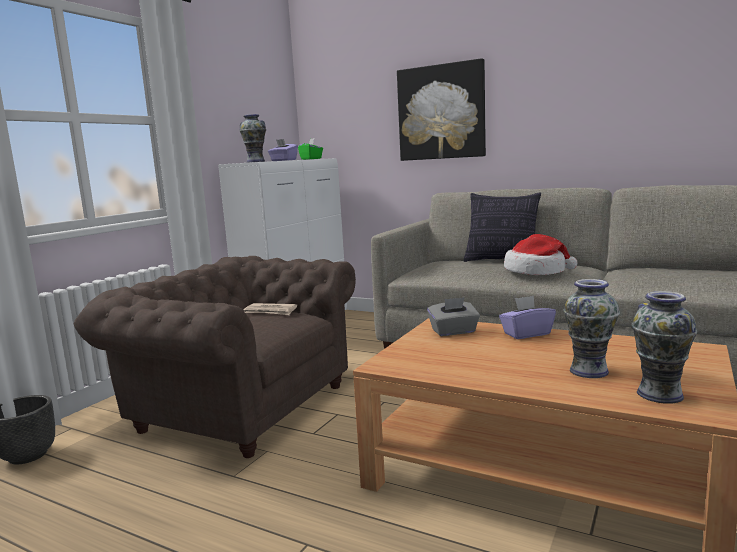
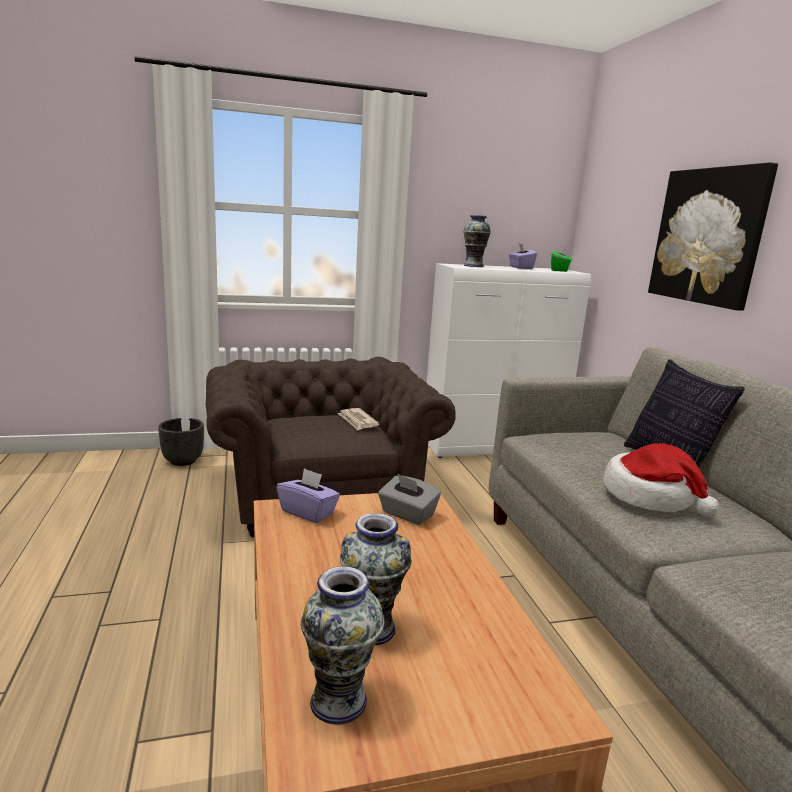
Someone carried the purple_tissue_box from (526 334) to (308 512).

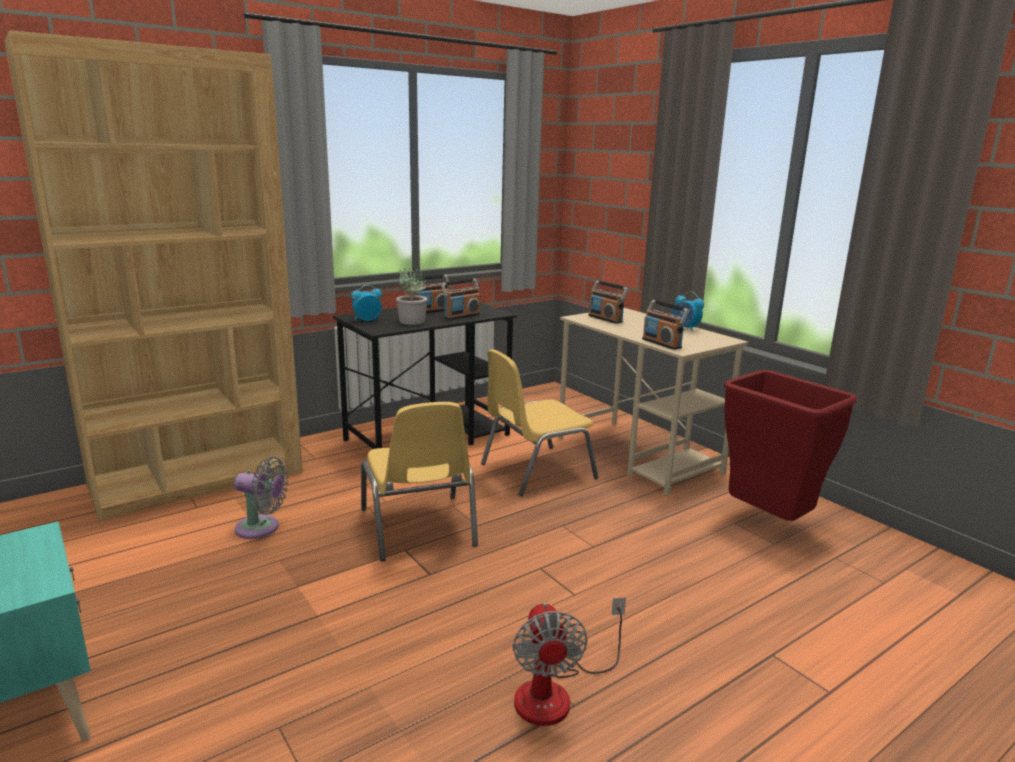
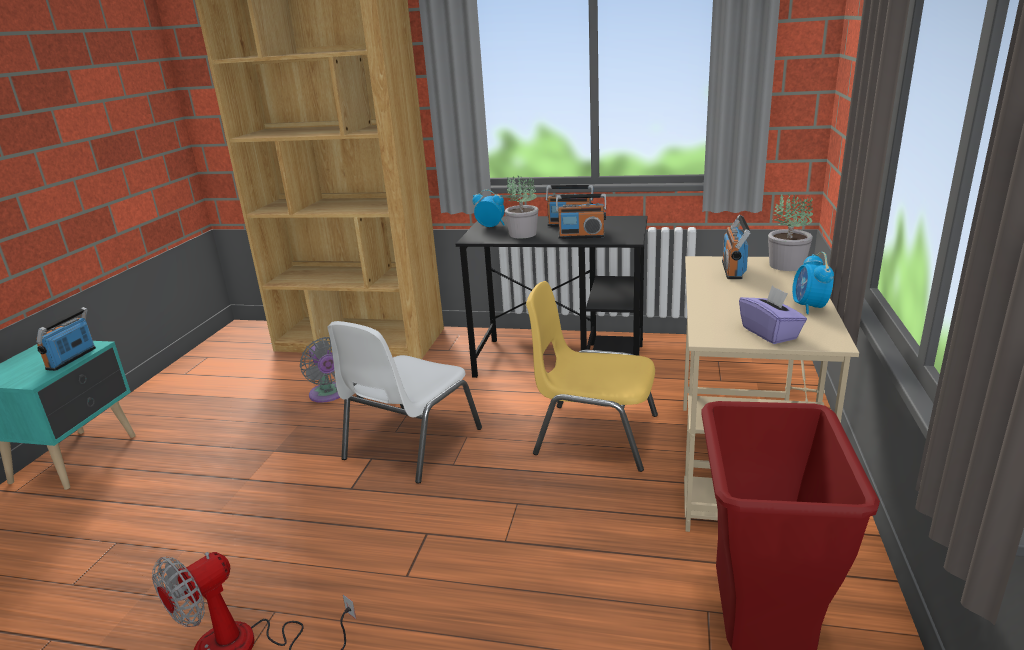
Someone put down the purple_tissue_box at (770 333). Someone put down the plant_in_a_pot at (787 265). Someone carried the radio_receiver from (662 343) to (72 359). Someone repainted the yellow-coloured_chair at (418 528), which became the white-coloured_chair at (410 444).

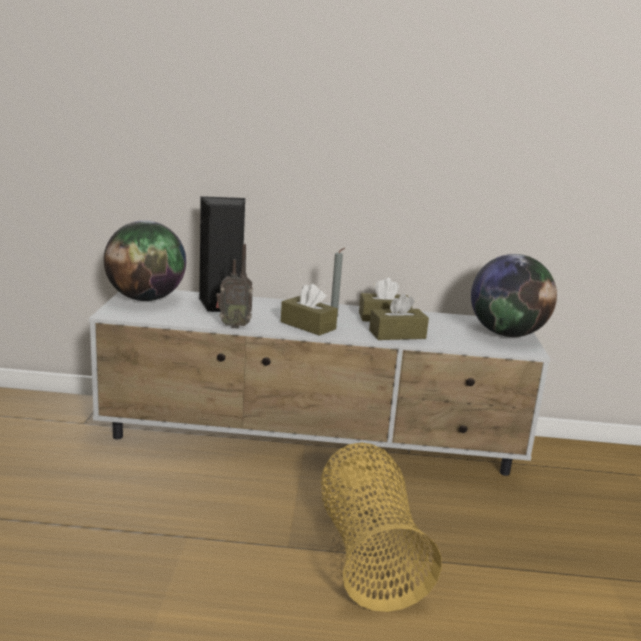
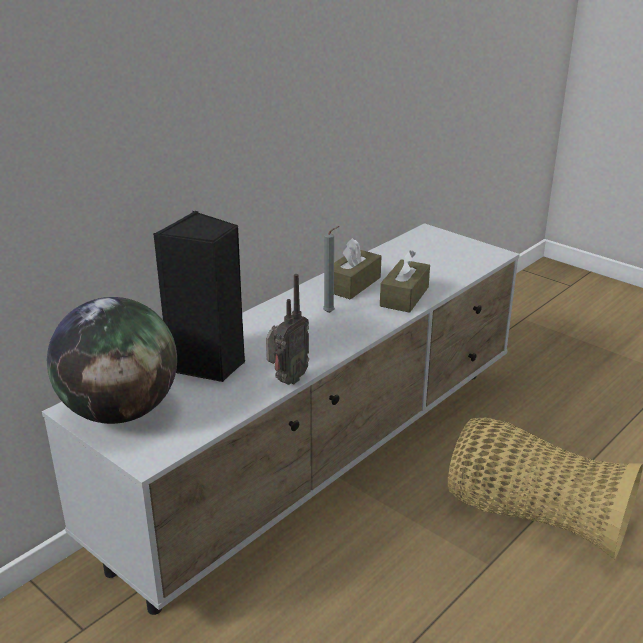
Someone took away the brown-coloured_tissue_box at (308 325). Someone took away the world_globe at (506 334).

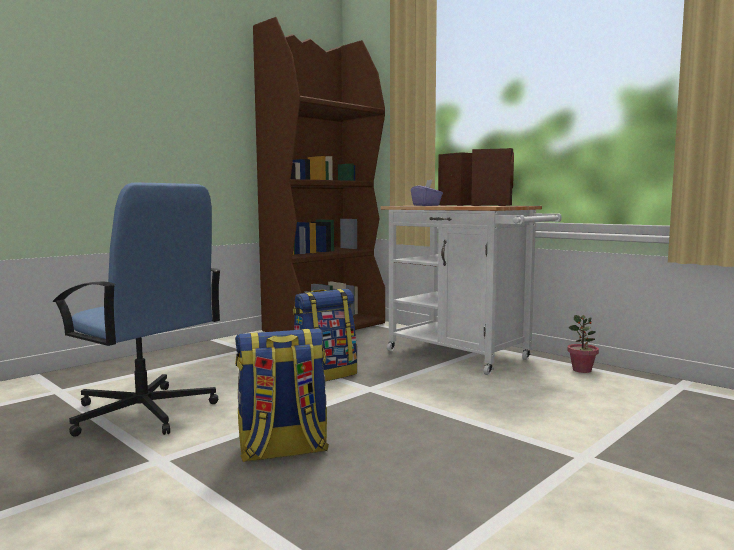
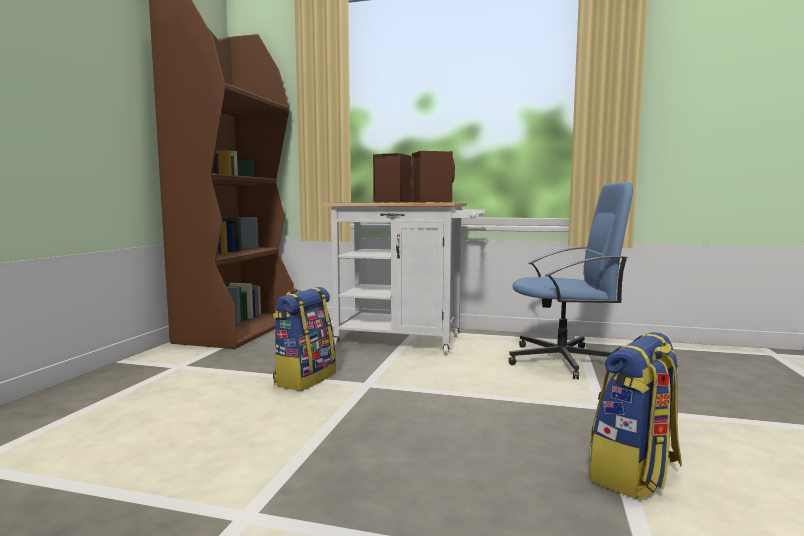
Someone took away the purple_tissue_box at (426 205). Someone took away the plant_in_a_pot at (582 370). Someone carried the blue_office_chair from (143 413) to (564 360). Someone carried the knapsack from (282 451) to (635 474).

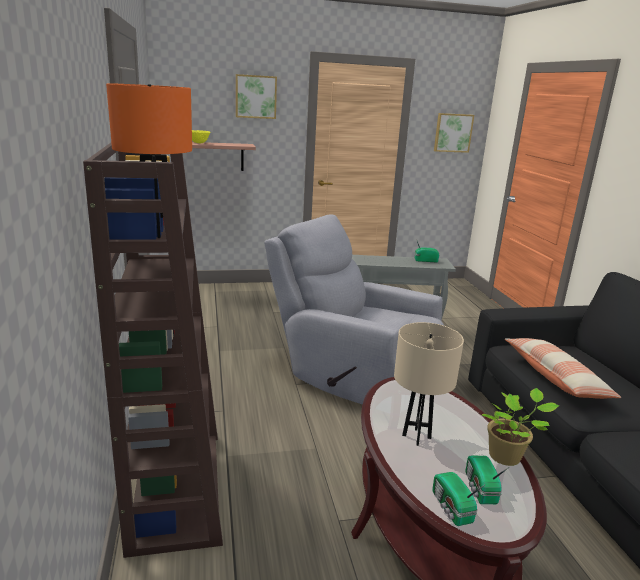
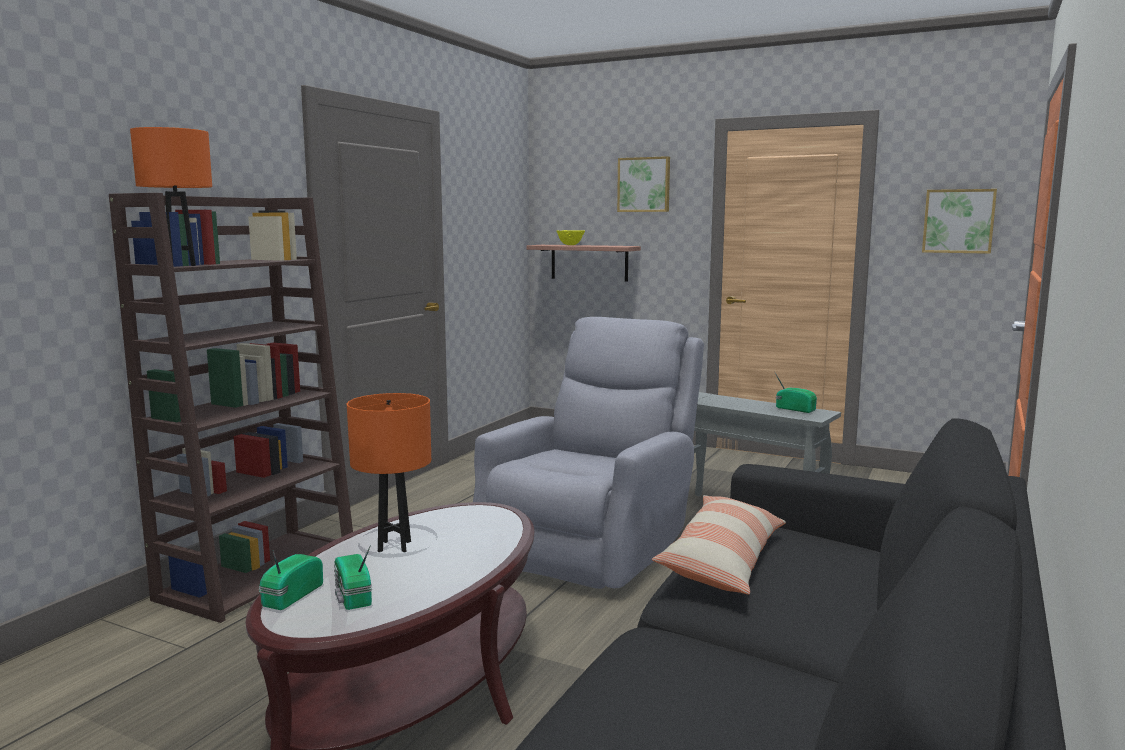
Someone took away the plant_in_a_pot at (507 457). Someone repainted the beige-coloured_lamp_for_a_table at (416 436), which became the orange_lamp_for_a_table at (394 546). Someone rotated the gray_armchair at (353 375) by 45 degrees clockwise. Someone rotated the radio_receiver at (480 489) by 60 degrees counterclockwise.

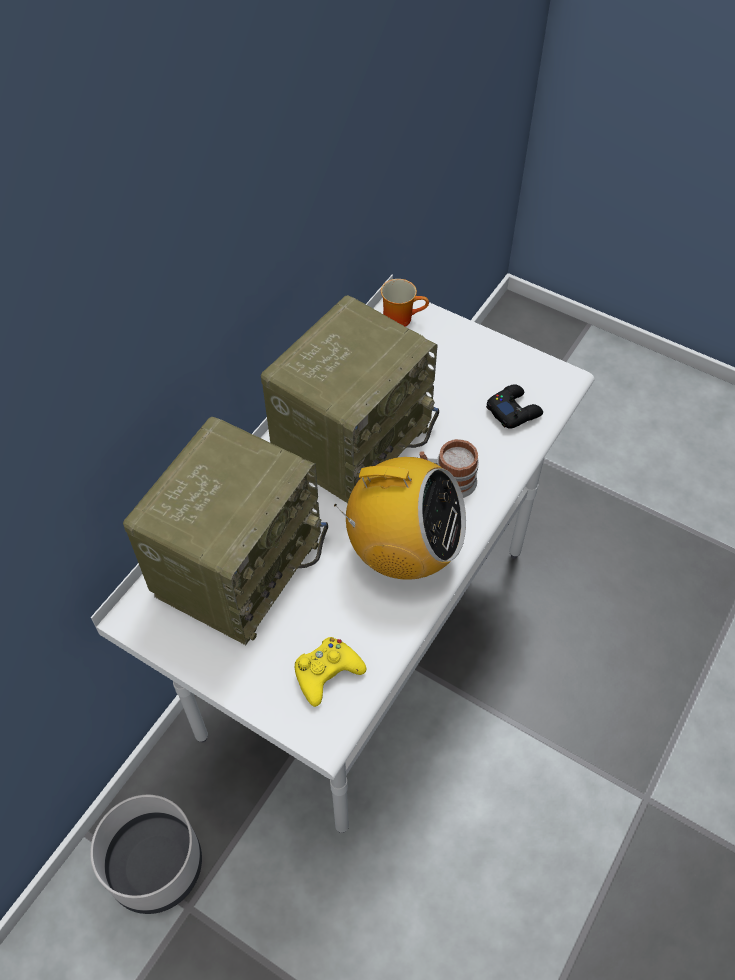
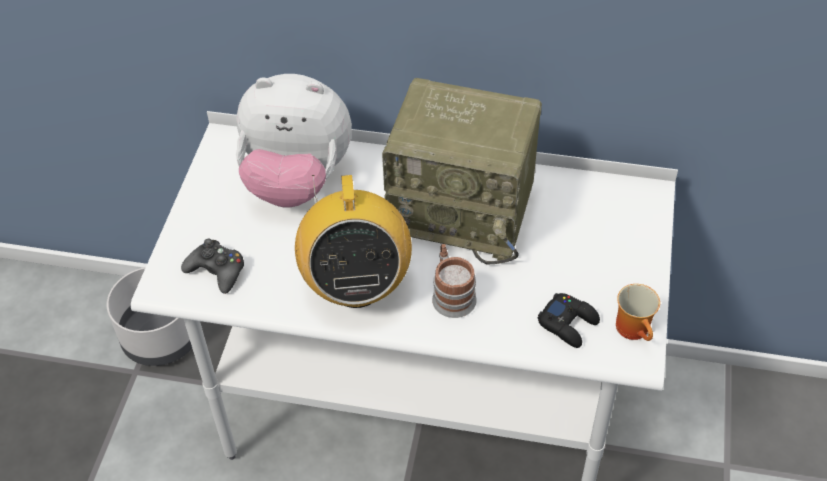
Someone carried the tea_mug from (401 317) to (636 329). Someone swapped the radio_receiver at (237 564) for the cuddly_toy at (296 181). Someone repainted the yellow-coloured_game_controller at (327 673), which became the blackish_game_controller at (217 270).

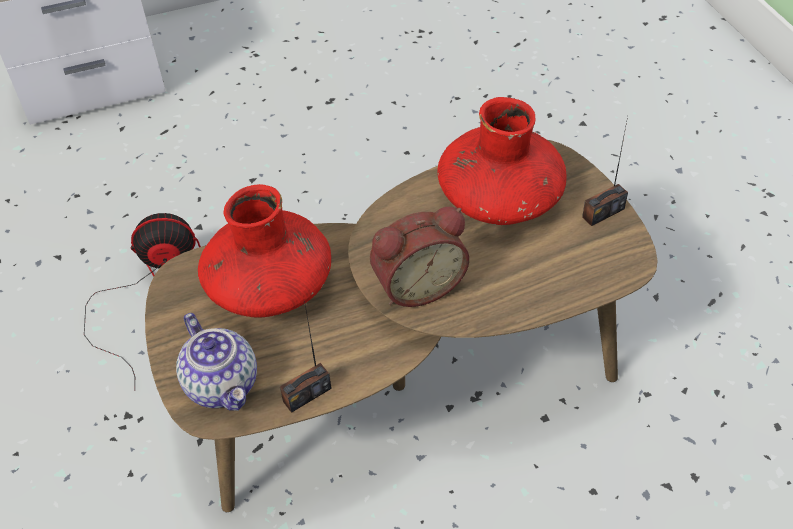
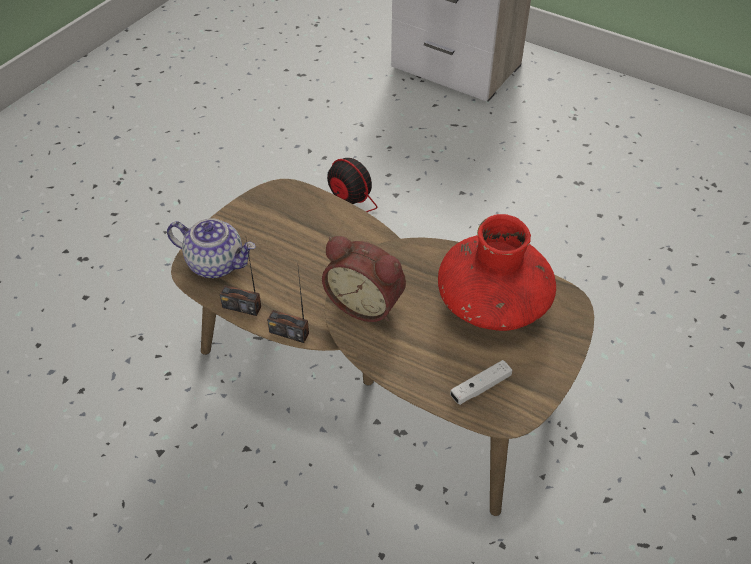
Someone took away the reddish_vase at (270 286). Someone put down the white-coloured_game_controller at (480 387). Someone carried the radio_receiver from (603 213) to (289 332). Someone rotated the tea_pot at (223 385) by 90 degrees counterclockwise.

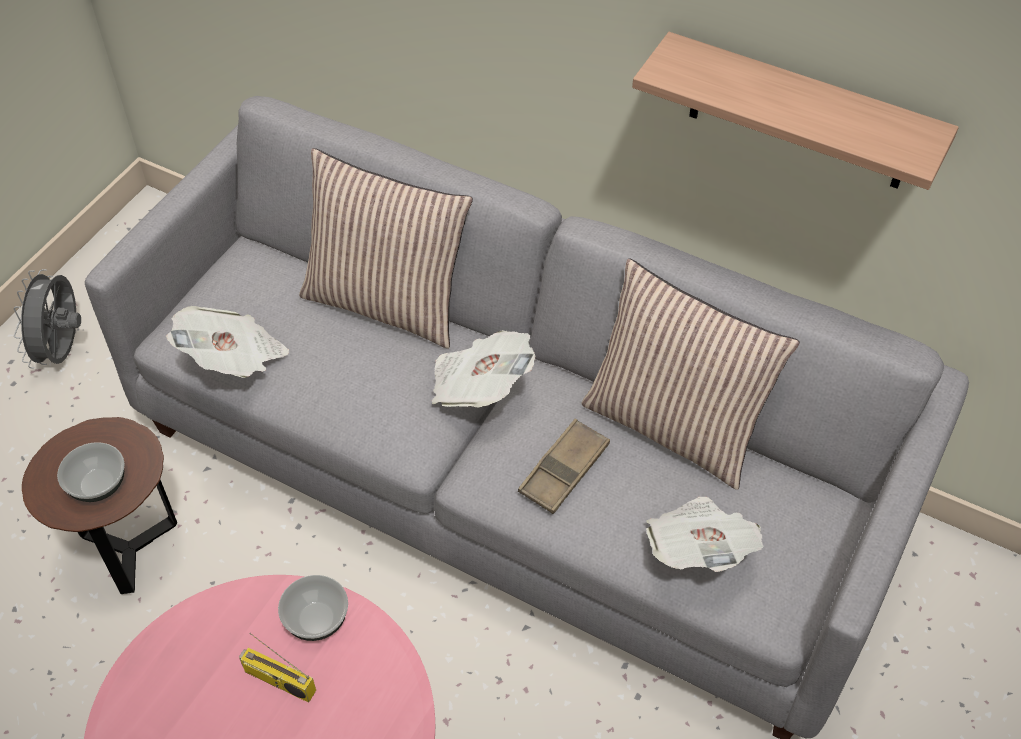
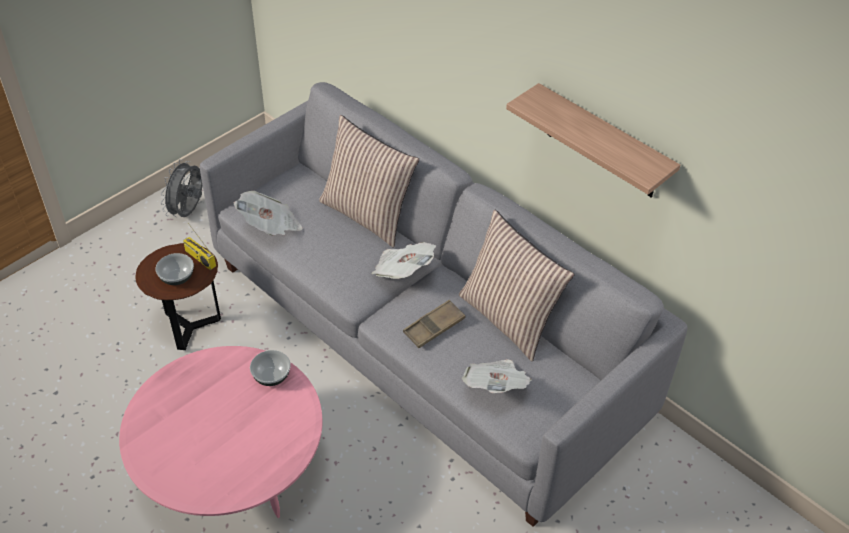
Someone carried the radio_receiver from (278 681) to (199 258).

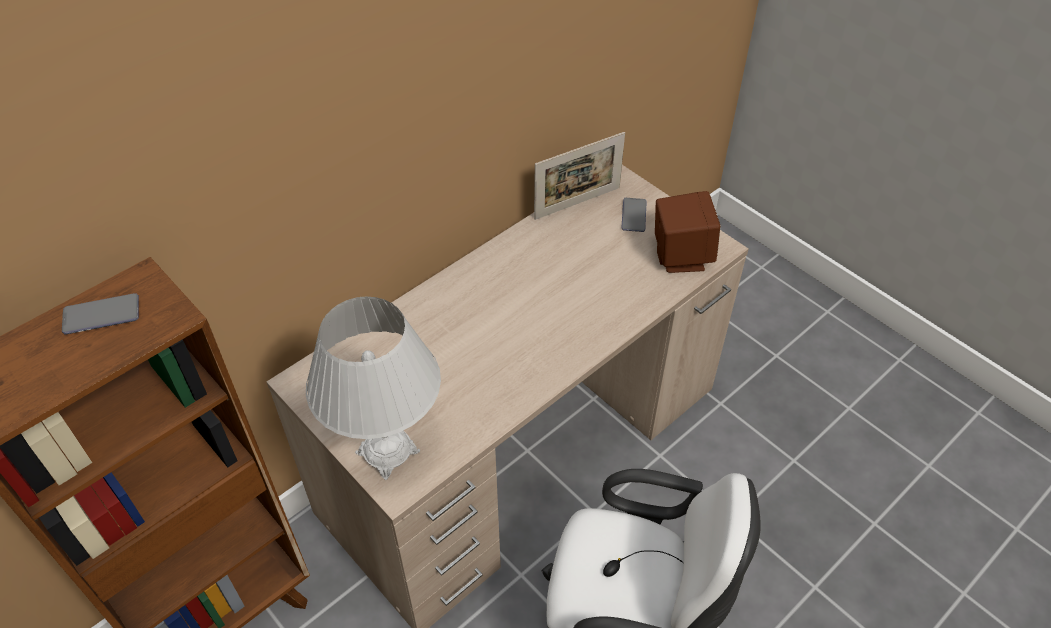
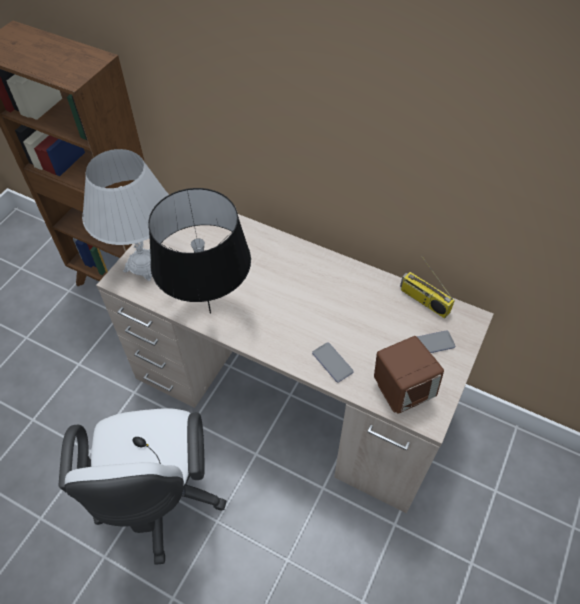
Someone put down the blackish_lamp_for_a_table at (210 313). Someone carried the handset from (101 315) to (332 362). Someone swapped the standing_frame at (577 203) for the radio_receiver at (423 300).

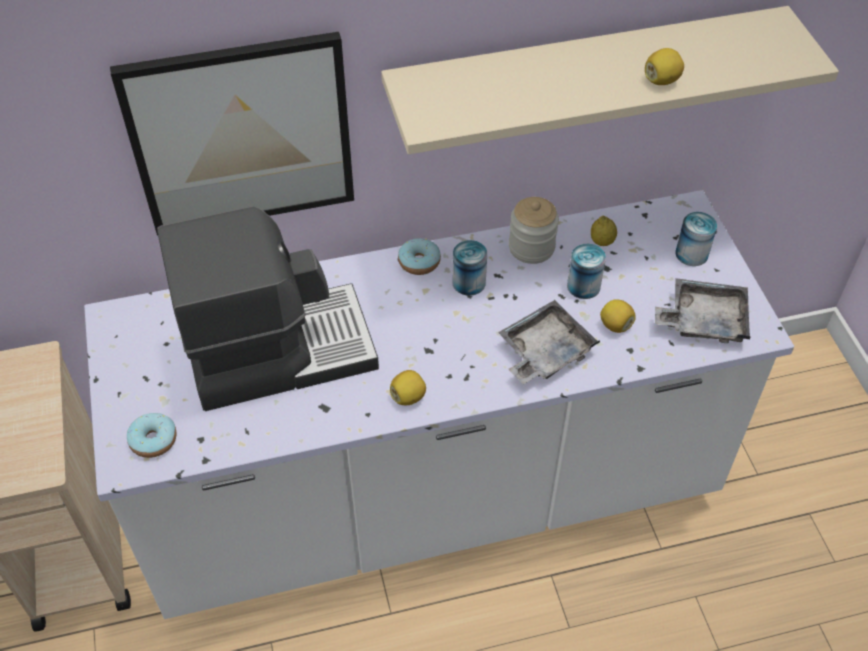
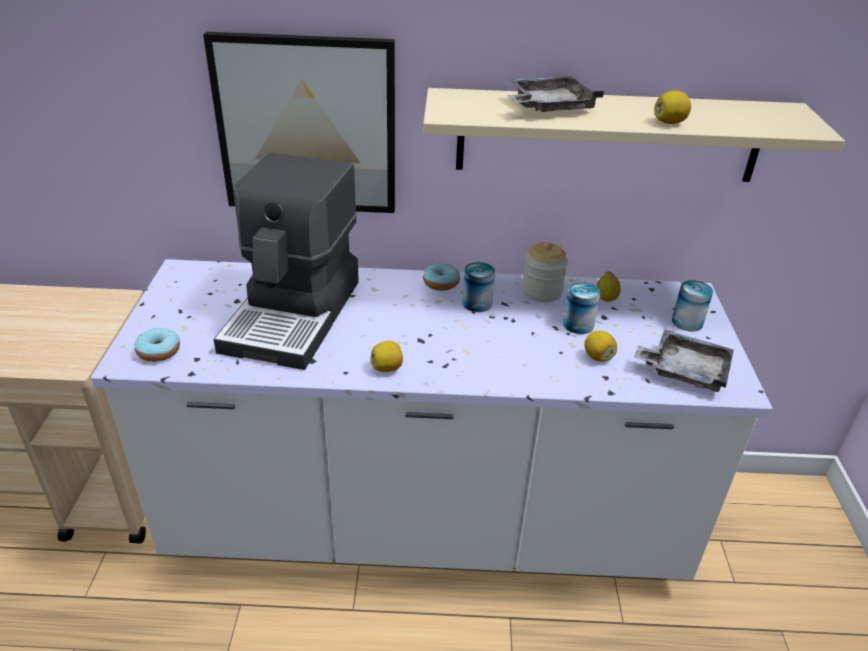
Someone carried the gray_serving_tray from (544 352) to (549 107). Someone rotated the coffee_maker at (278 350) by 105 degrees clockwise.

